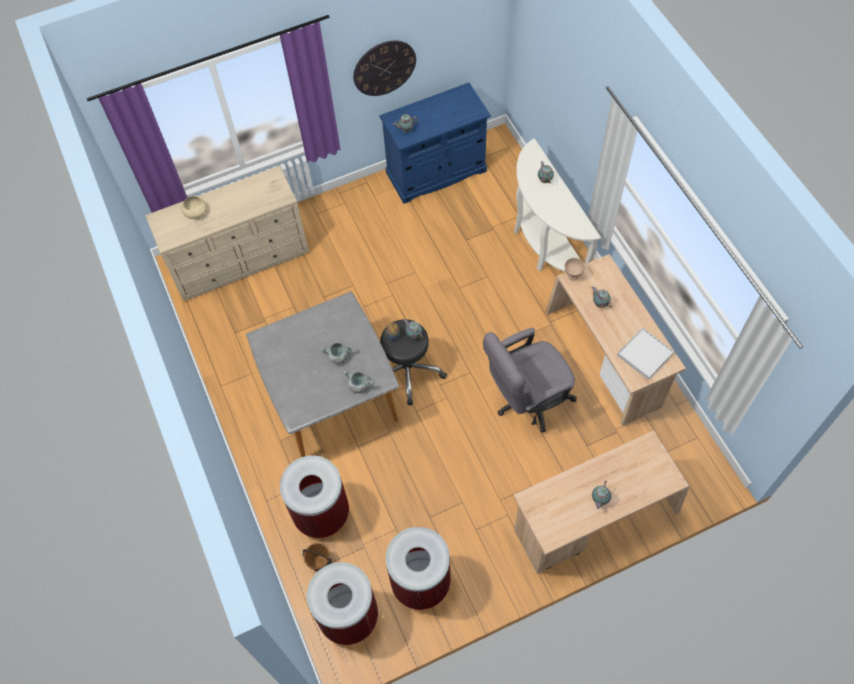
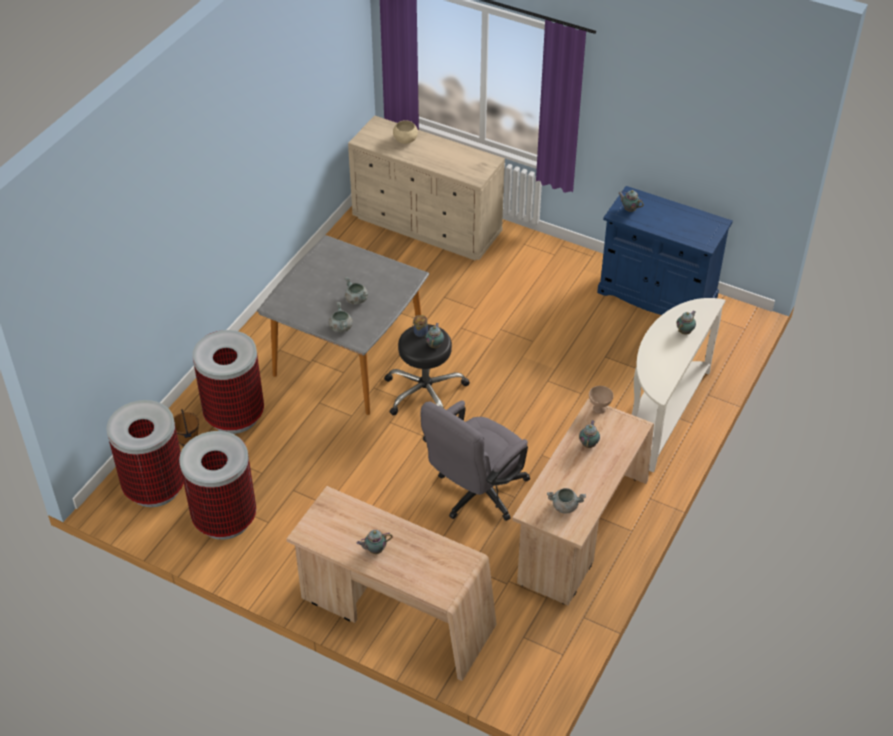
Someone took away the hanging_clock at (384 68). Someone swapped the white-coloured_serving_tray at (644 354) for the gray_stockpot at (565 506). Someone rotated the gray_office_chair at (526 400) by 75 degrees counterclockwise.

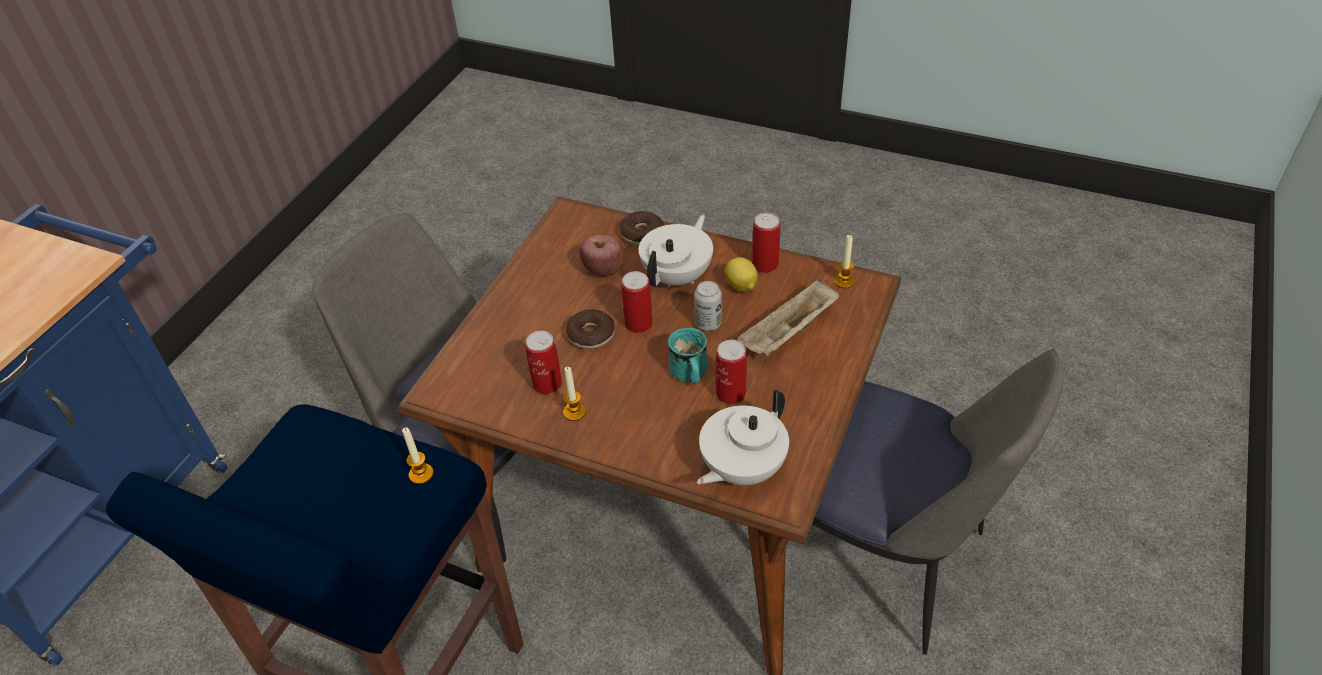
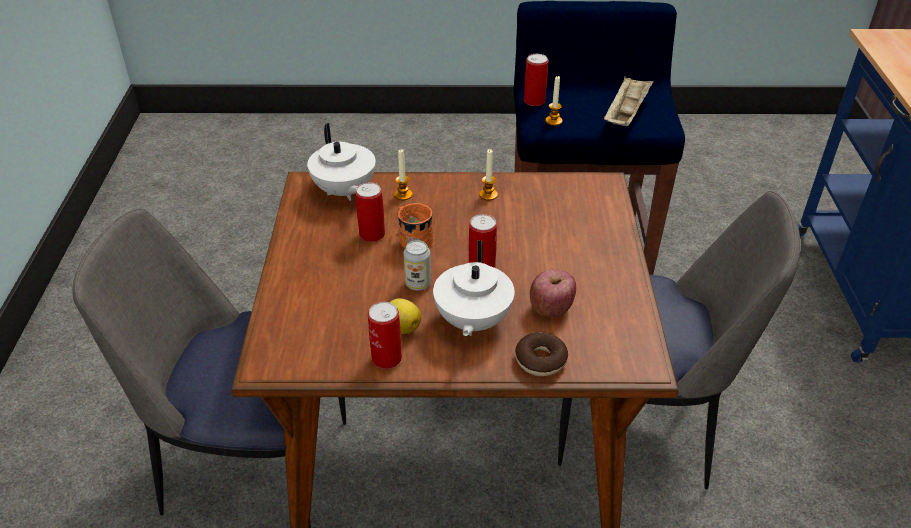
Someone took away the ring_doughnut at (591 335). Someone carried the can from (547 384) to (534 101). Someone carried the beige-coloured_serving_tray from (789 333) to (626 114). Someone carried the wax_light from (844 281) to (403 195). Someone repainted the turquoise-coloured_tea_mug at (689 375), which became the orange_tea_mug at (413 239). Someone rotated the white-coloured_tea_pot at (741 468) by 135 degrees clockwise.

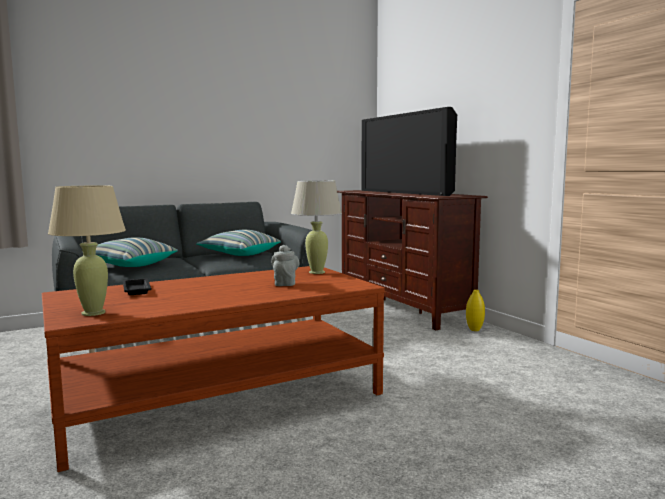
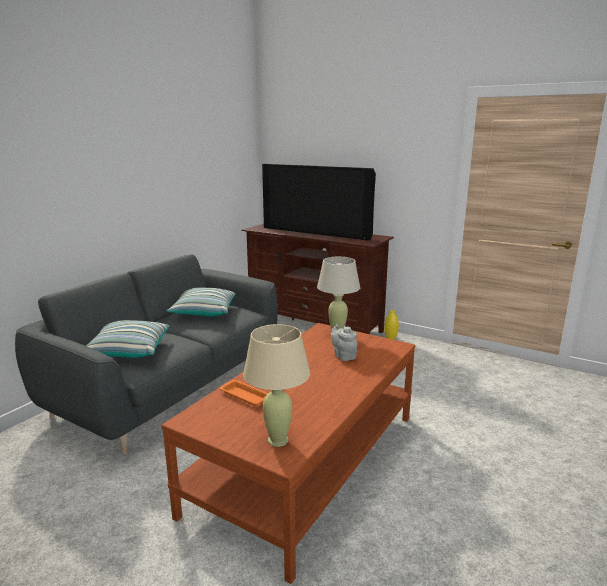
Someone repainted the blackish_serving_tray at (136 289), which became the orange_serving_tray at (244 395).

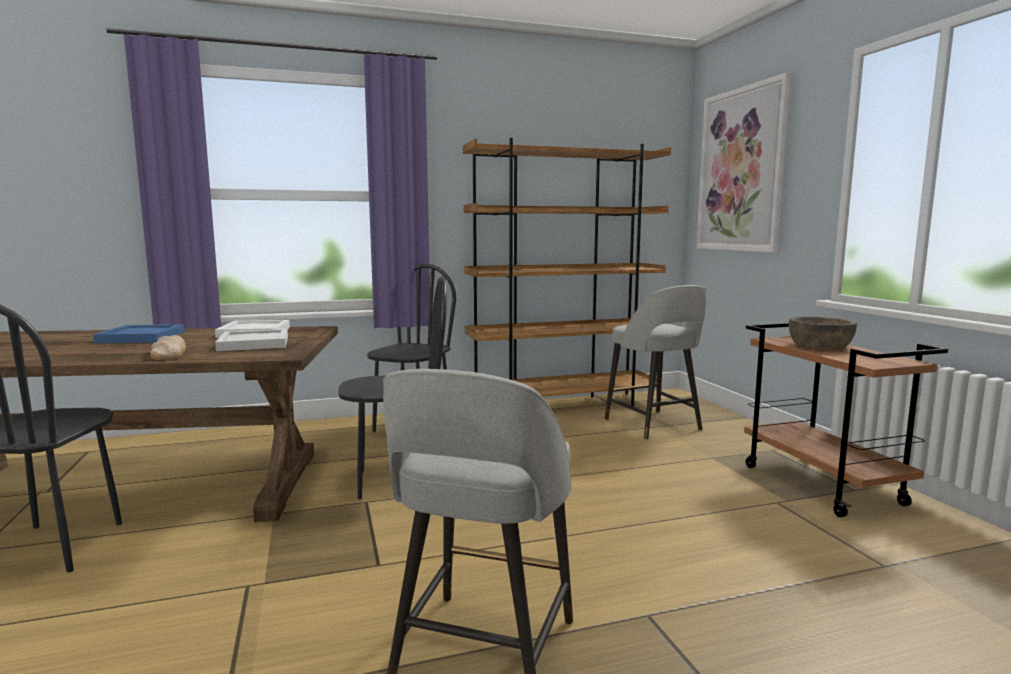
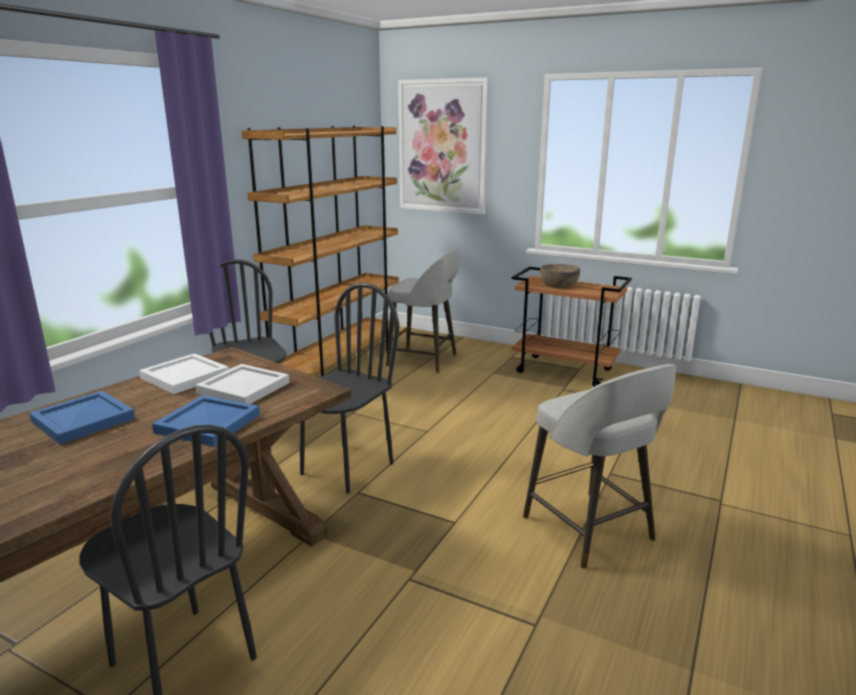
Someone swapped the bakery_bread at (169 353) for the blue_serving_tray at (210 423).

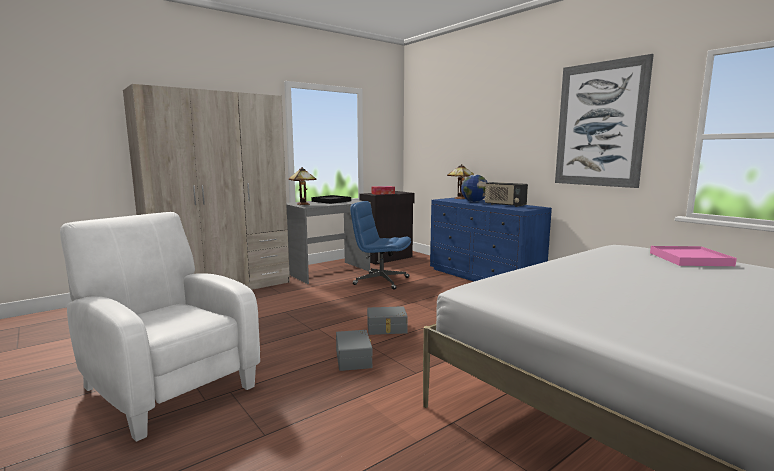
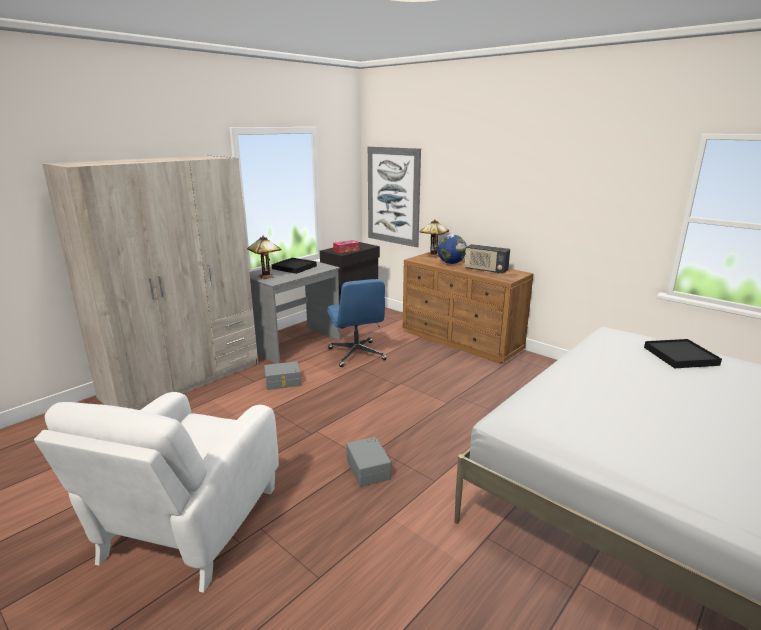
Someone carried the gray_storage_container from (387 329) to (283 382). Someone carried the wall_picture from (599 124) to (393 196). Someone repainted the blue_drawer_chest at (484 277), which became the brown-coloured_drawer_chest at (461 341). Someone repainted the pinkish_serving_tray at (690 259), which became the blackish_serving_tray at (680 356). Someone rotated the white-coloured_armchair at (166 385) by 105 degrees counterclockwise. Someone rotated the blue_office_chair at (380 281) by 120 degrees counterclockwise.

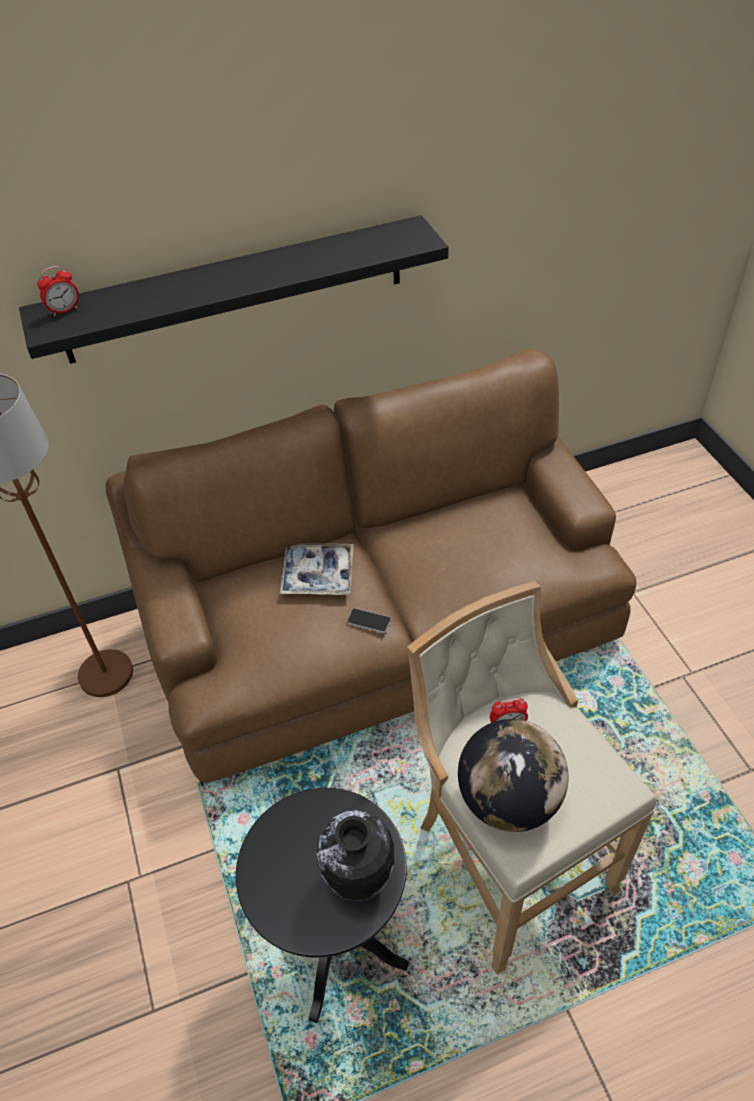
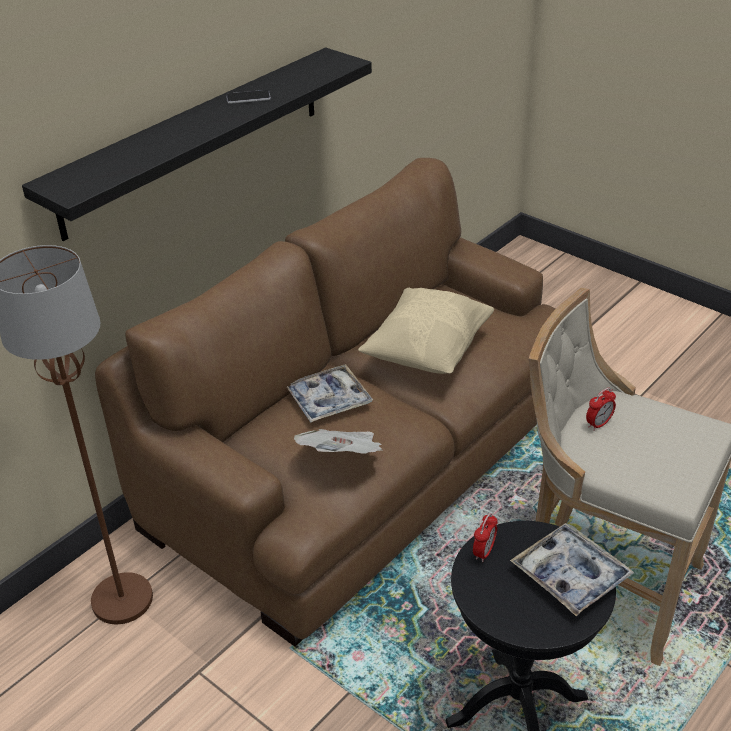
Someone took away the world_globe at (508 799). Someone put down the printed_paper at (343 458). Someone put down the beige-coloured_pillow at (427 352). Someone carried the table_clock from (64 310) to (484 552). Someone carried the handset from (369 621) to (248 98). Someone swapped the vase at (358 880) for the serving_tray at (570 575).

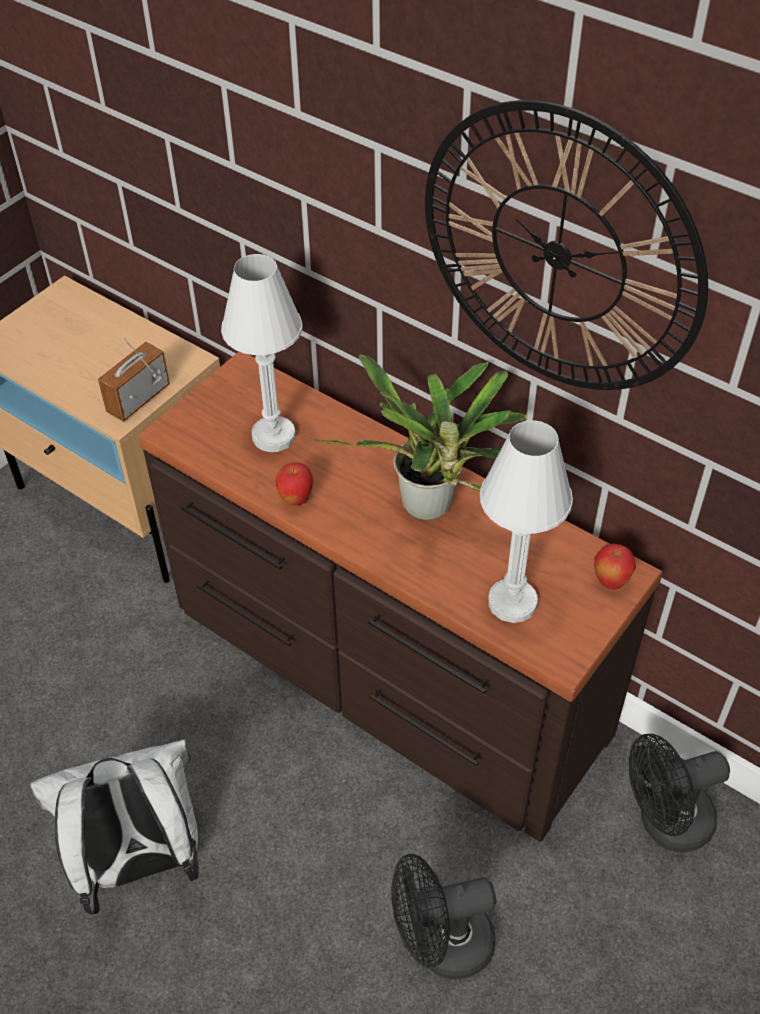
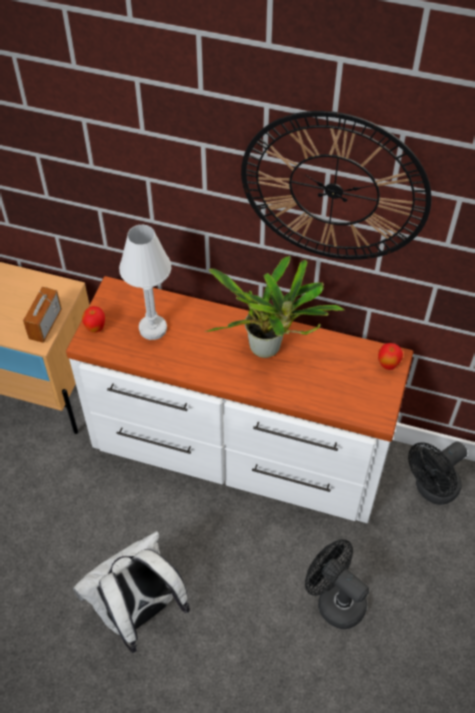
Someone took away the white-coloured_lamp_for_a_table at (512 602). Someone carried the apple from (296 500) to (95 328). Someone repainted the brown-coloured_drawer_chest at (384 672), which became the white-coloured_drawer_chest at (238 450). Someone rotated the blackish_cooling_fan at (441 944) by 75 degrees clockwise.

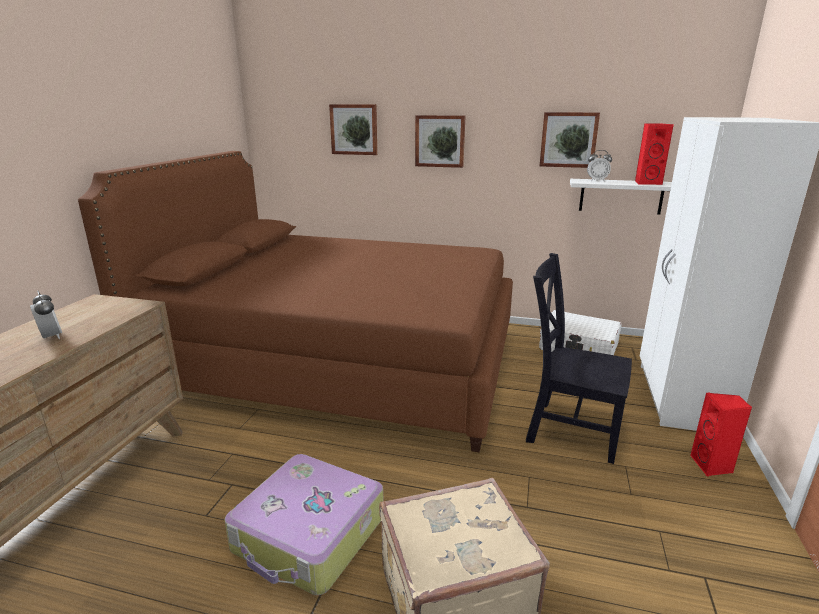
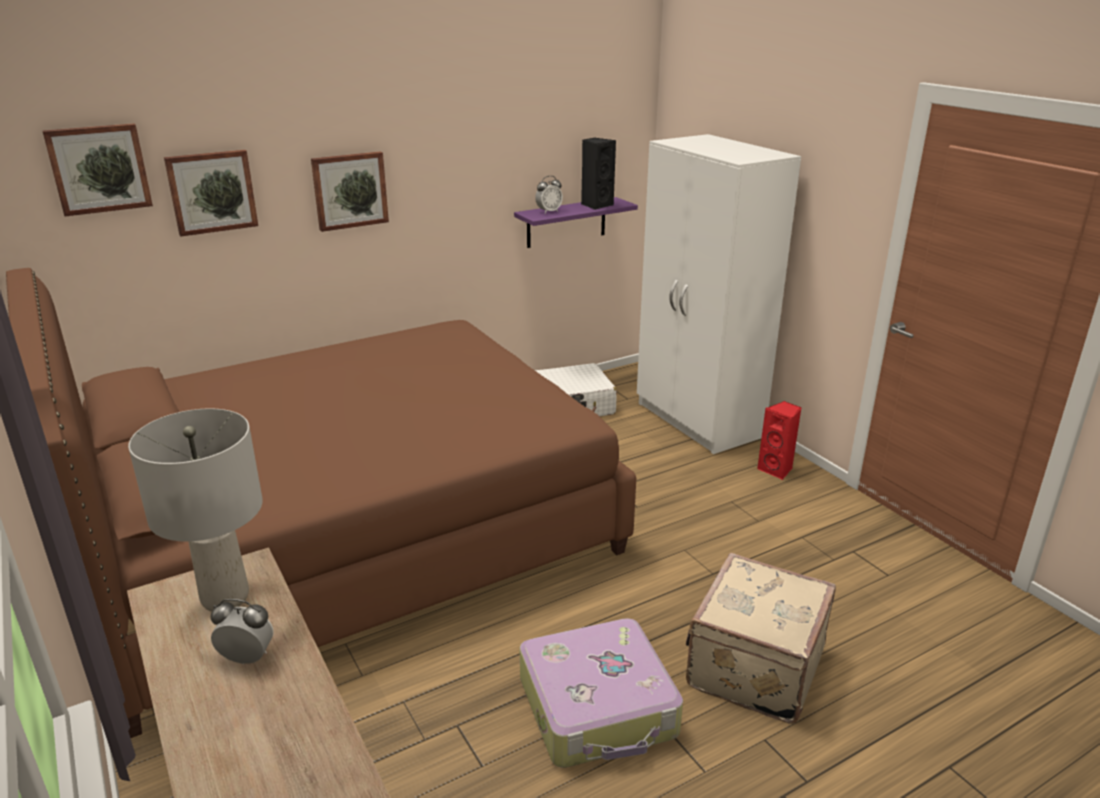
Someone took away the blackish_chair at (569 429). Someone put down the gray_lamp_for_a_table at (224 598). Someone carried the wall_picture from (568 139) to (99 169). Someone repainted the white-coloured_shelf at (621 196), which became the purple_shelf at (566 222). Someone repainted the reddish_loudspeaker at (647 183), which became the blackish_loudspeaker at (596 205).

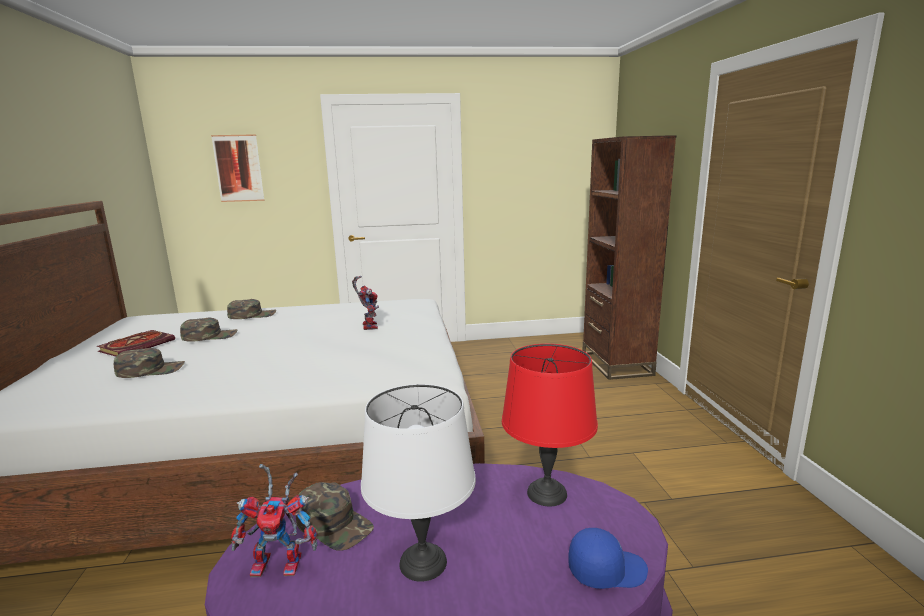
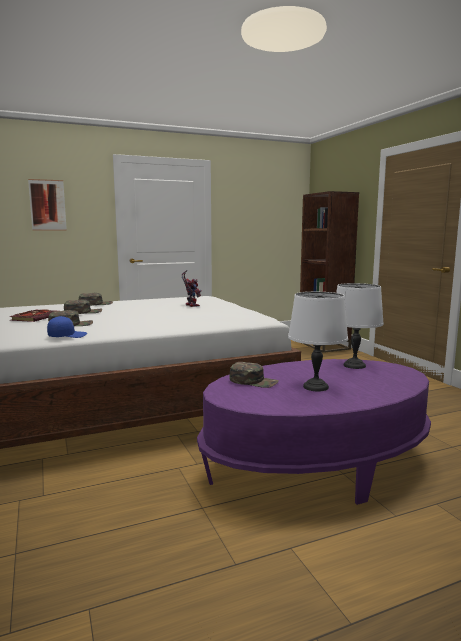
Someone took away the toy_robot at (282 563). Someone carried the blue_cap from (606 569) to (67 336). Someone repainted the reddish_lamp_for_a_table at (546 493), which became the white-coloured_lamp_for_a_table at (353 365).

